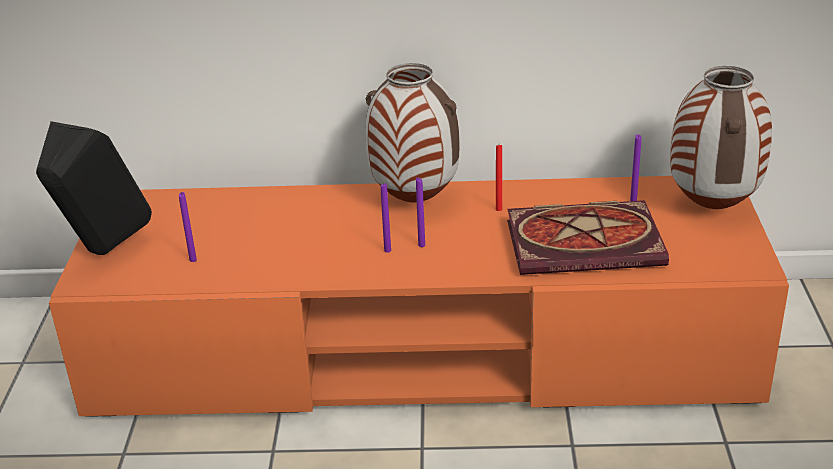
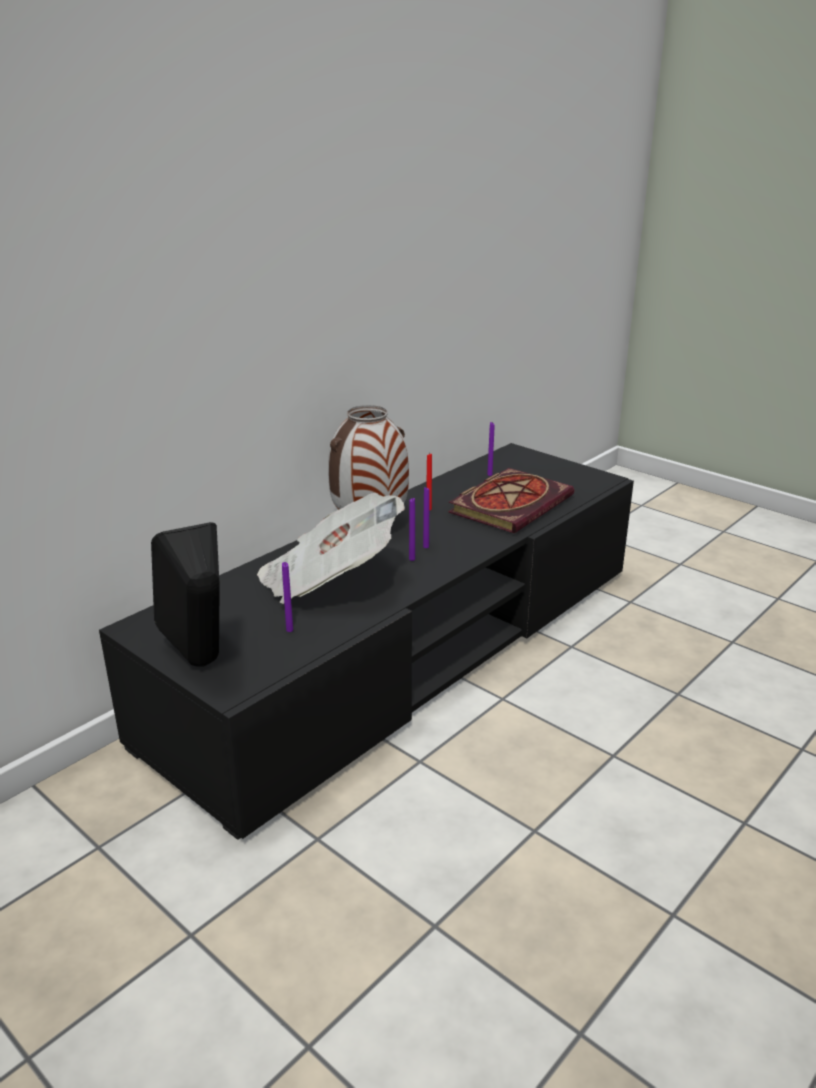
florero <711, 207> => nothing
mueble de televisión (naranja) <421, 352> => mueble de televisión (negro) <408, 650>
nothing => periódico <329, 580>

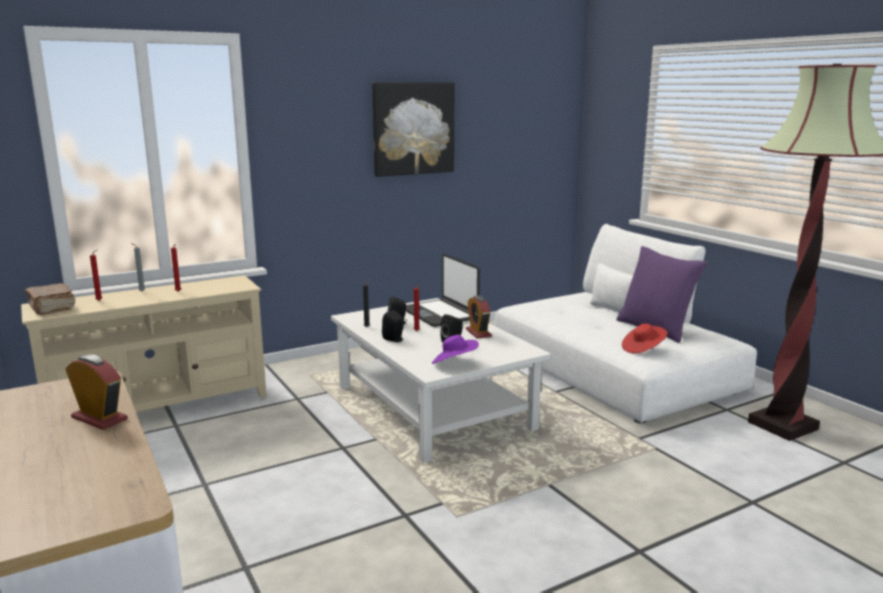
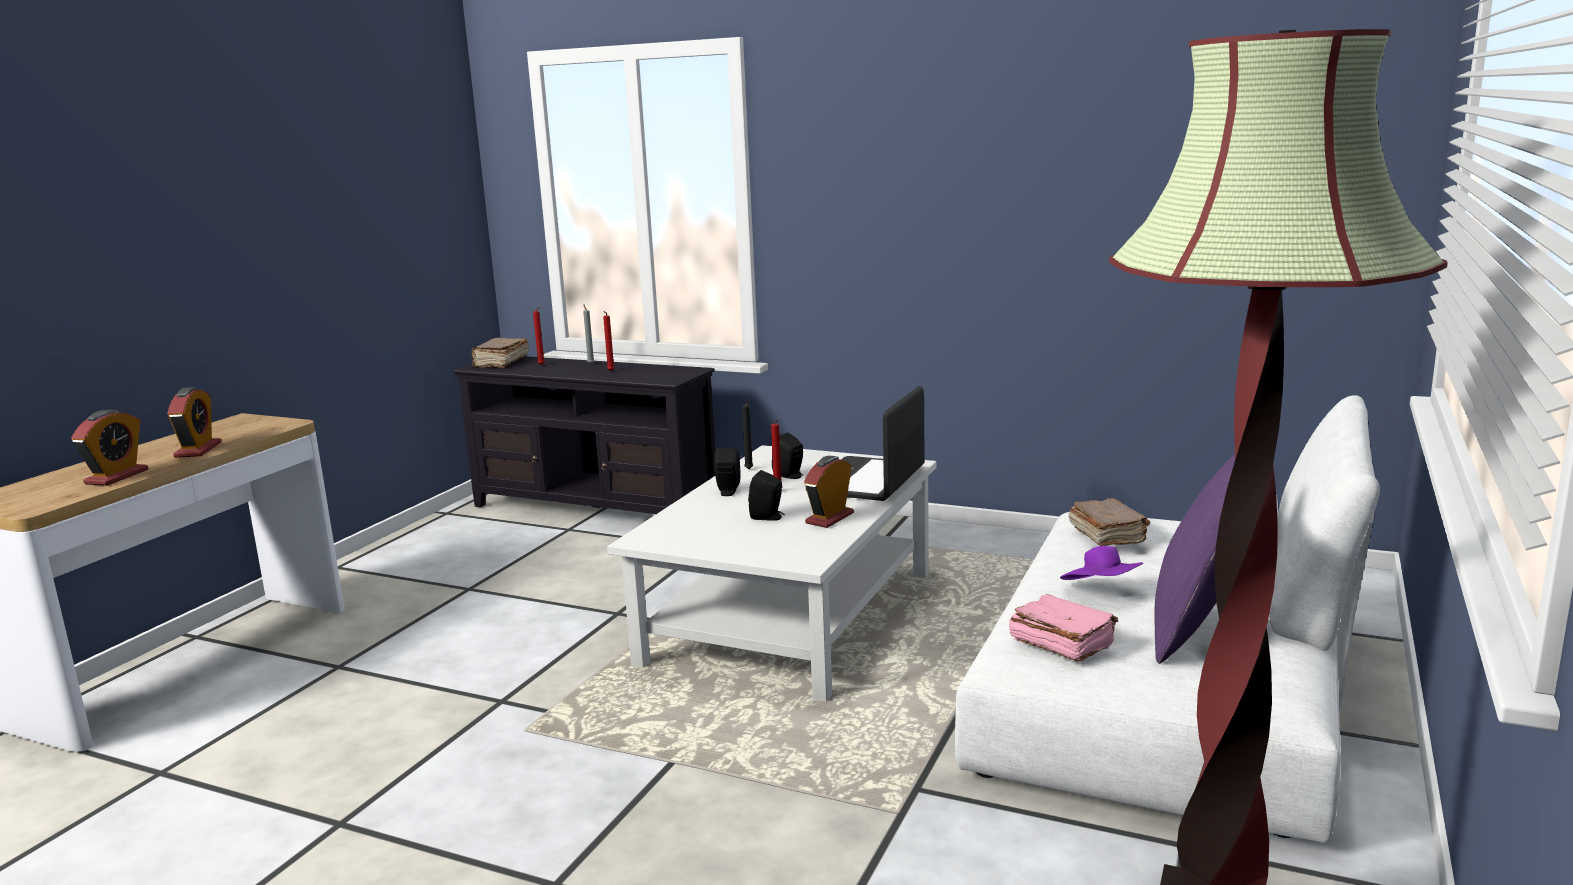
cuadro <413, 128> => nothing
mueble de televisión (beis) <159, 408> => mueble de televisión (negro) <595, 508>
sombrero (rojo) <643, 349> => libro (rosa) <1061, 643>
sombrero (morado) <454, 363> => sombrero (morado) <1102, 591>, shifted
nothing => despertador <117, 477>
nothing => libro (marrón) <1107, 535>

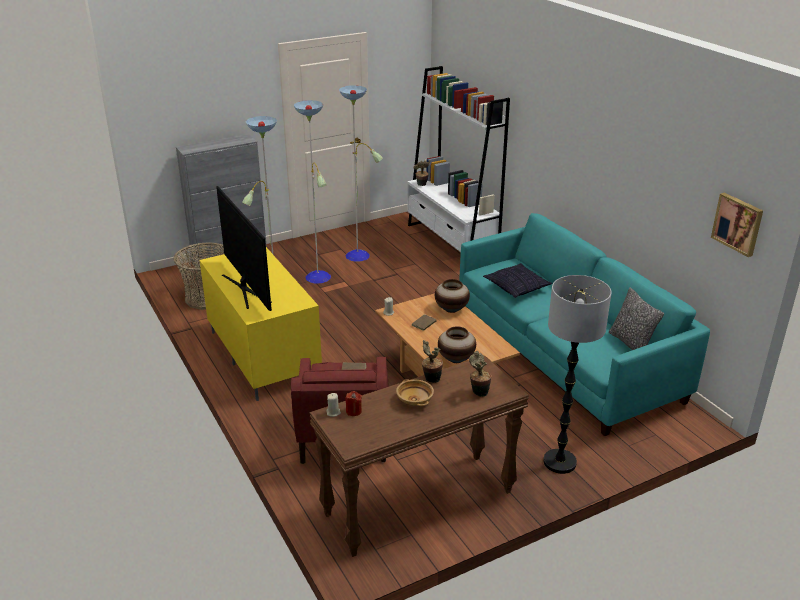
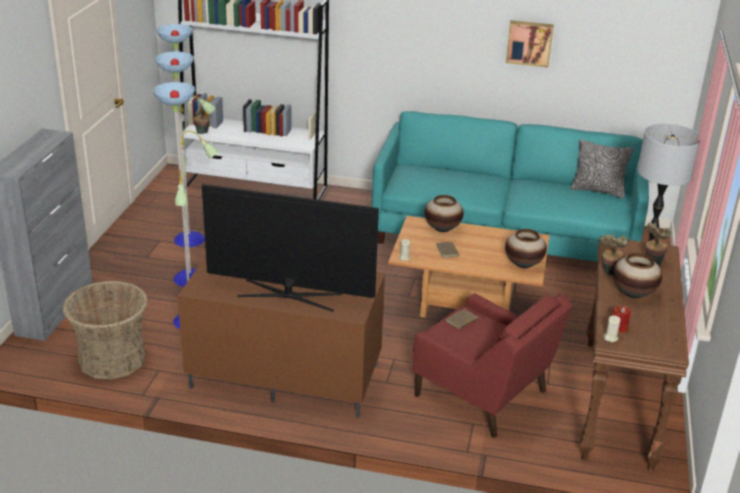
cuadro <738, 223> => cuadro <529, 43>, shifted
mueble de televisión (amarillo) <262, 355> => mueble de televisión (marrón) <283, 377>
cojín <517, 288> => nothing
cuenco (beis) <415, 400> => florero <633, 293>

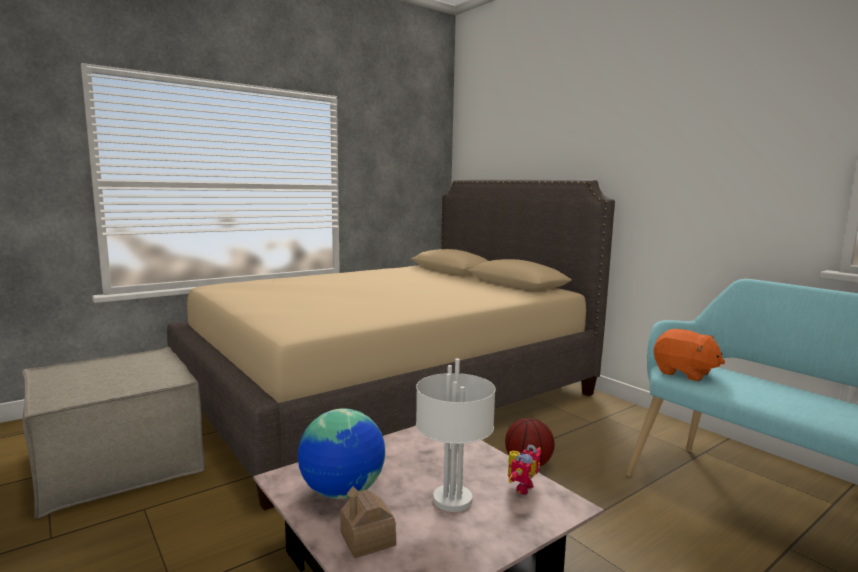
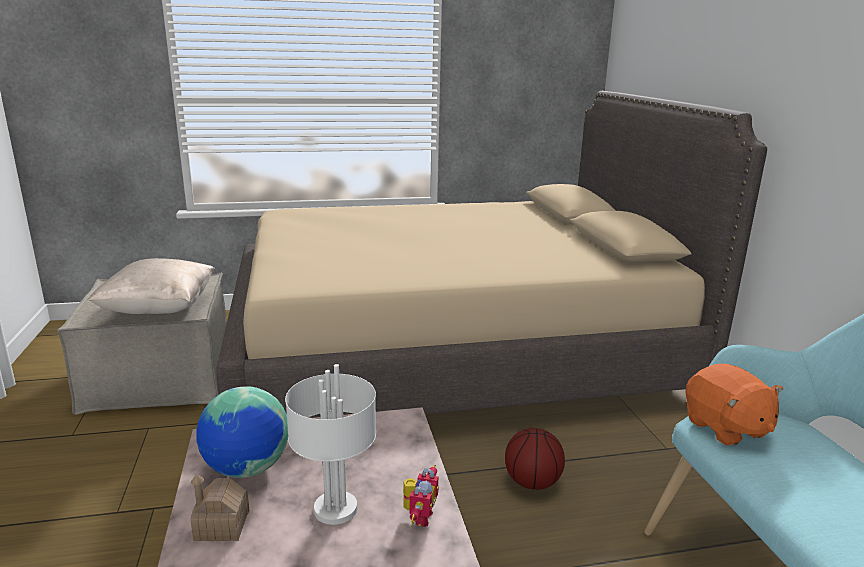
robot de juguete <520, 487> => robot de juguete <418, 516>, 45 degrees counterclockwise
nothing => cojín (beis) <159, 309>

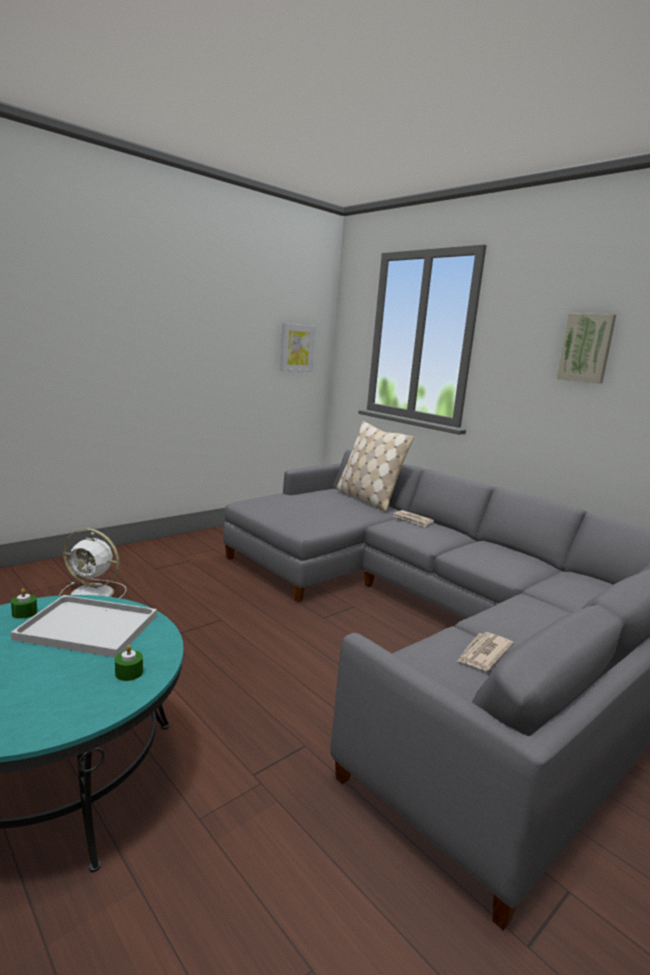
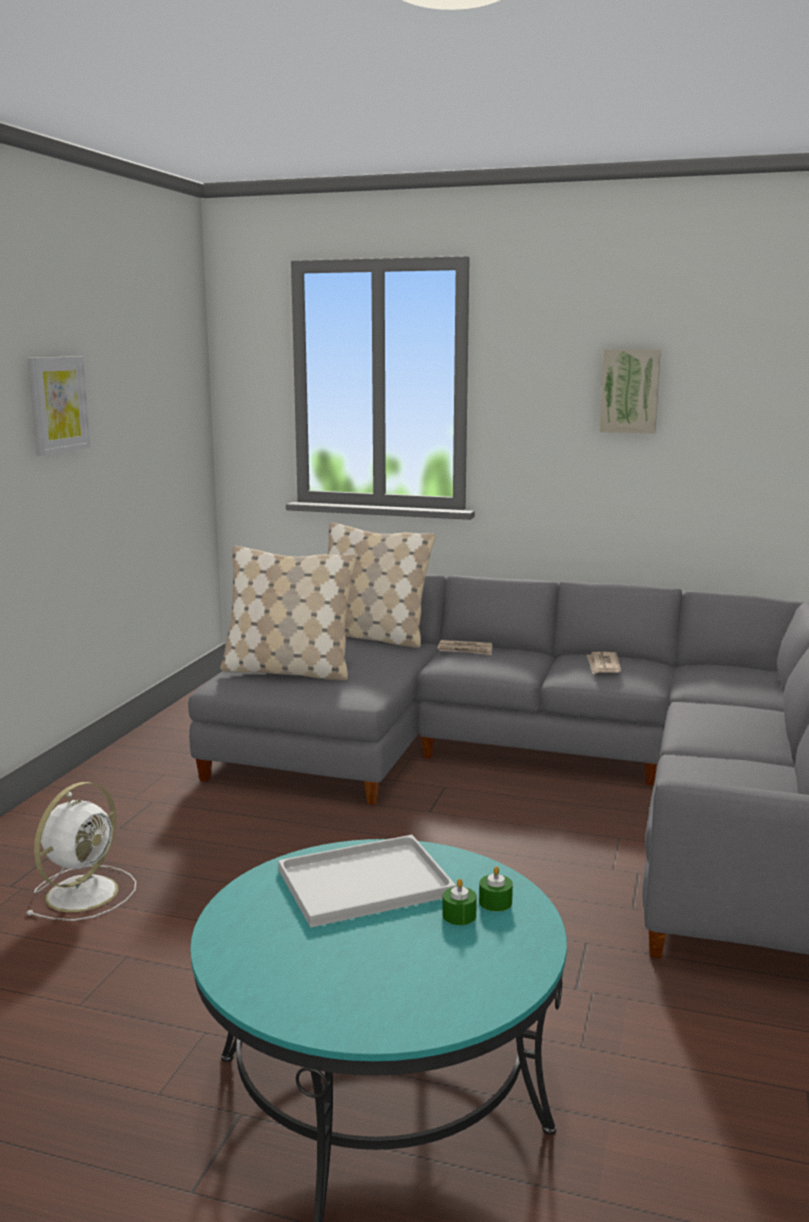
cuadro <296, 348> => cuadro <57, 404>, shifted
ventilador (blanco) <94, 594> => ventilador (blanco) <84, 892>, 45 degrees counterclockwise
vela (verde) <24, 613> => vela (verde) <459, 915>, shifted
periódico <483, 653> => periódico <603, 665>, shifted
nothing => cojín (beis) <288, 671>

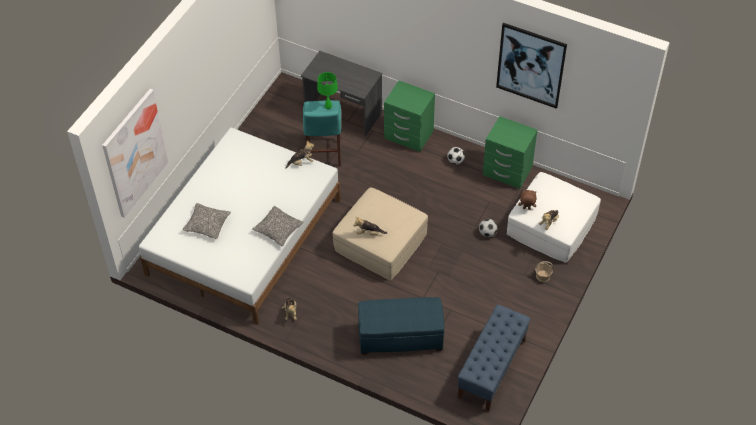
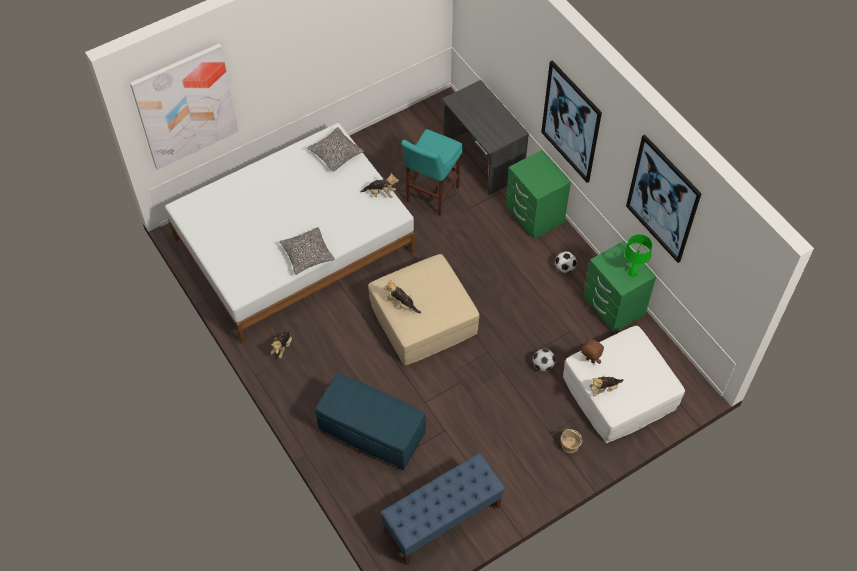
lámpara de mesa (verde) <328, 106> => lámpara de mesa (verde) <633, 272>, shifted
cojín <207, 224> => cojín <336, 153>, shifted
nothing => cuadro <571, 122>

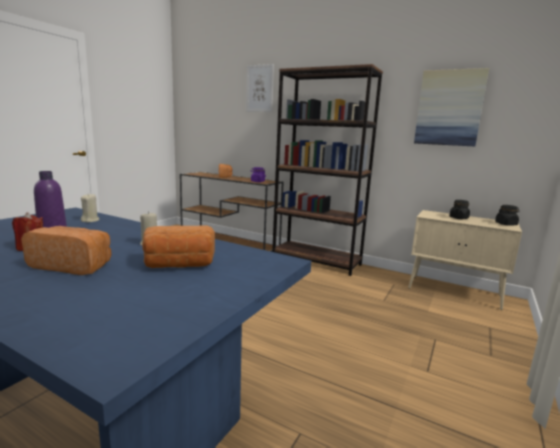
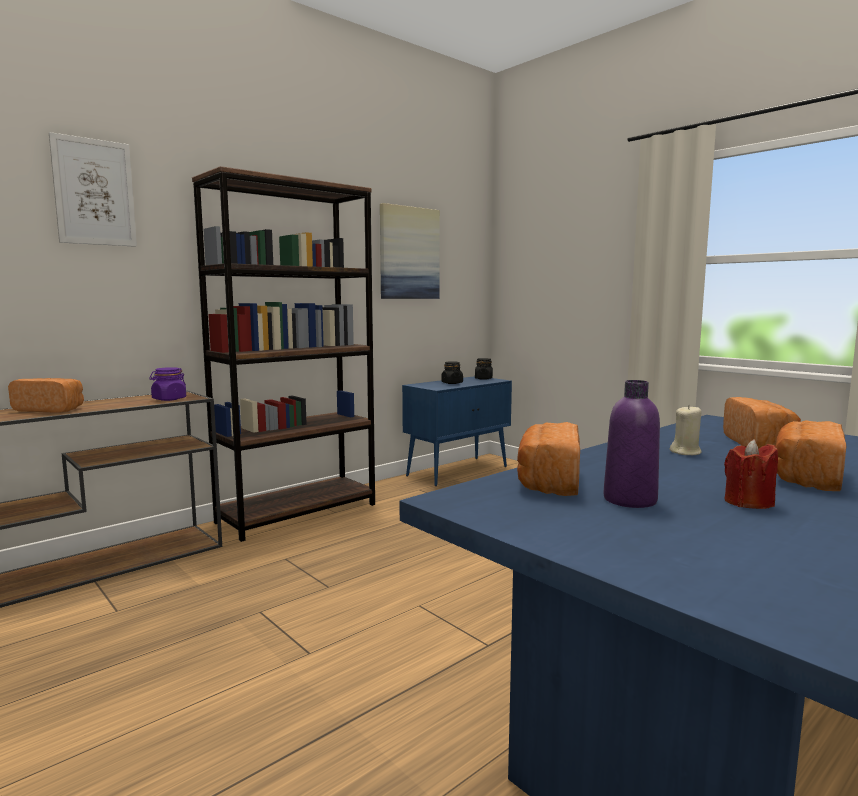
vela (beis) <90, 220> => pan <547, 482>
armario (beis) <455, 292> => armario (azul) <458, 471>

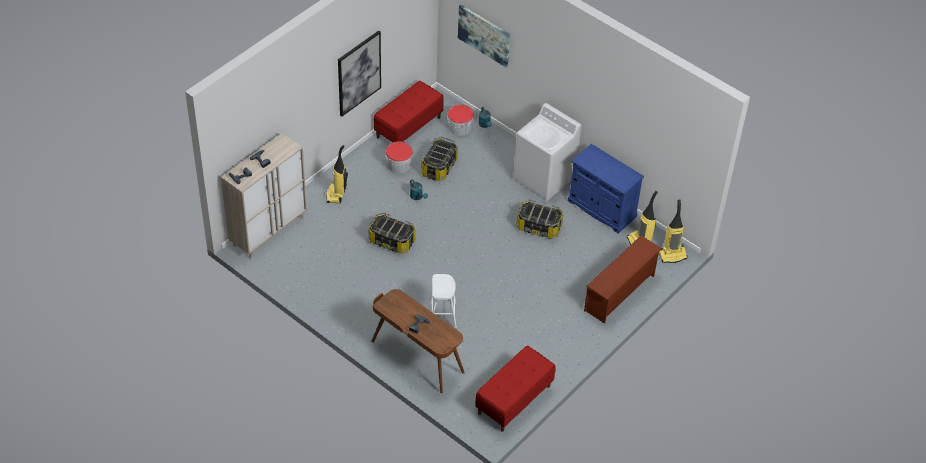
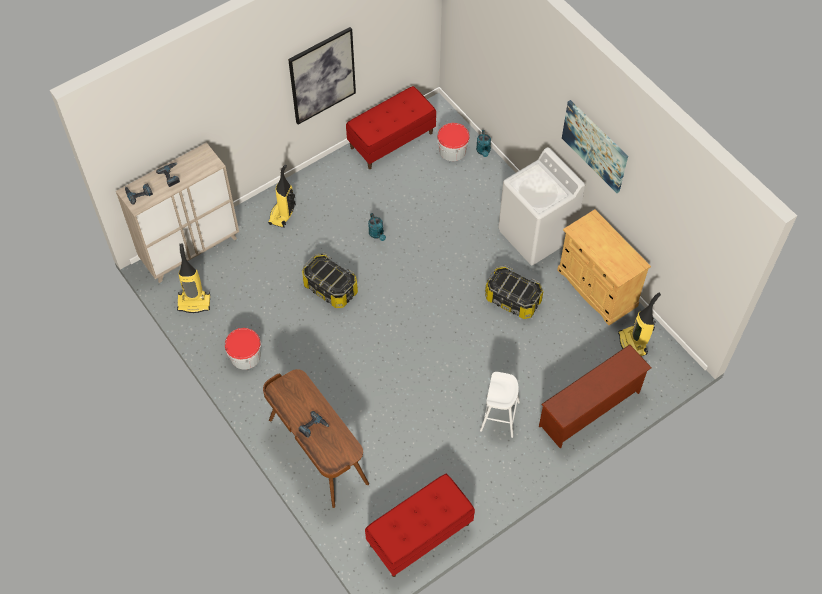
cuadro <484, 35> => cuadro <595, 146>, shifted
caja de almacenaje <439, 167> => nothing
cubo <399, 165> => cubo <245, 355>, shifted
armario (azul) <601, 209> => armario (beis) <596, 288>
aspiradora <672, 255> => aspiradora <194, 302>, shifted
taburete (blanco) <442, 315> => taburete (blanco) <499, 416>, shifted

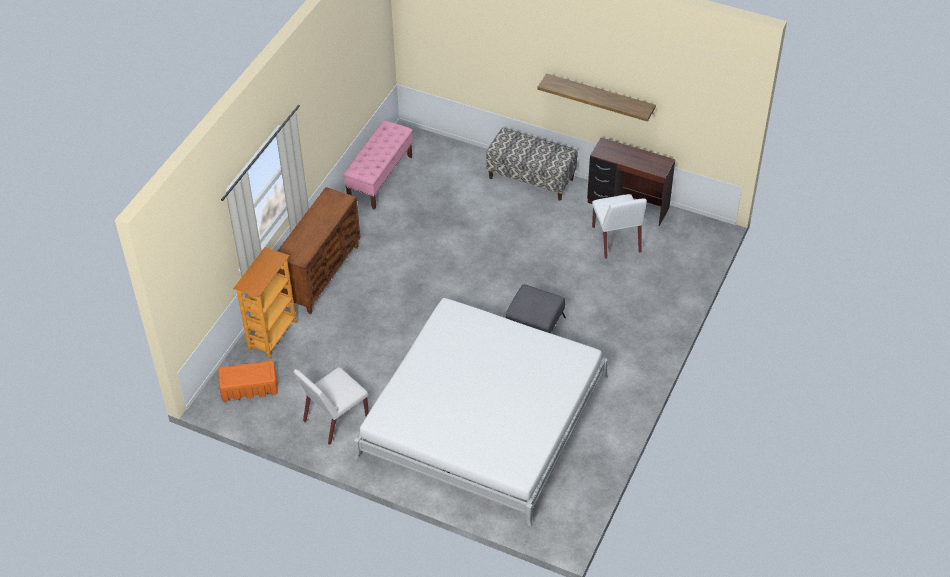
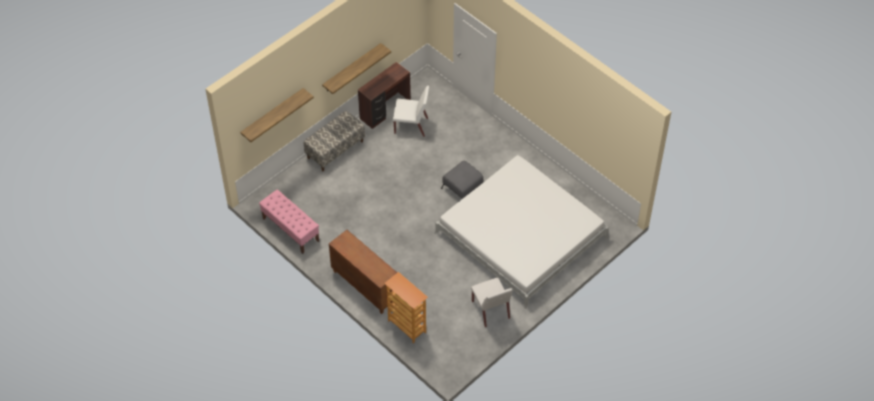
caja de almacenaje (naranja) <249, 388> => nothing
nothing => estante <272, 114>

